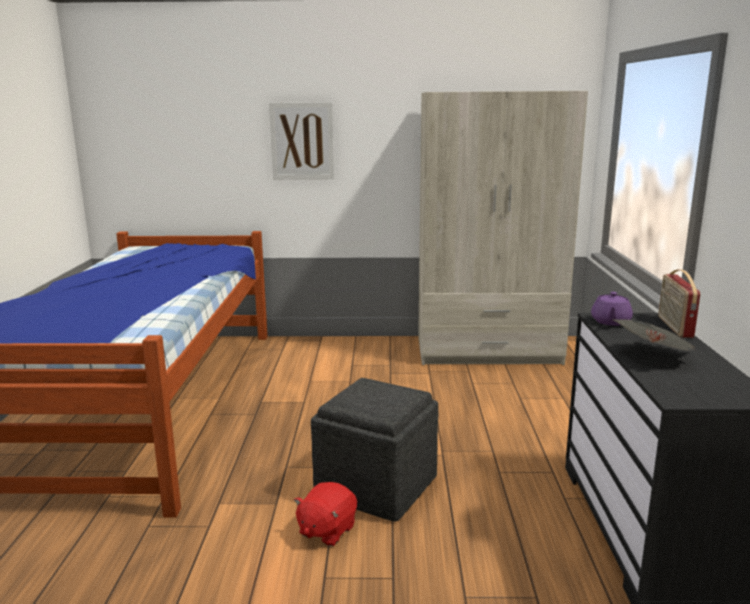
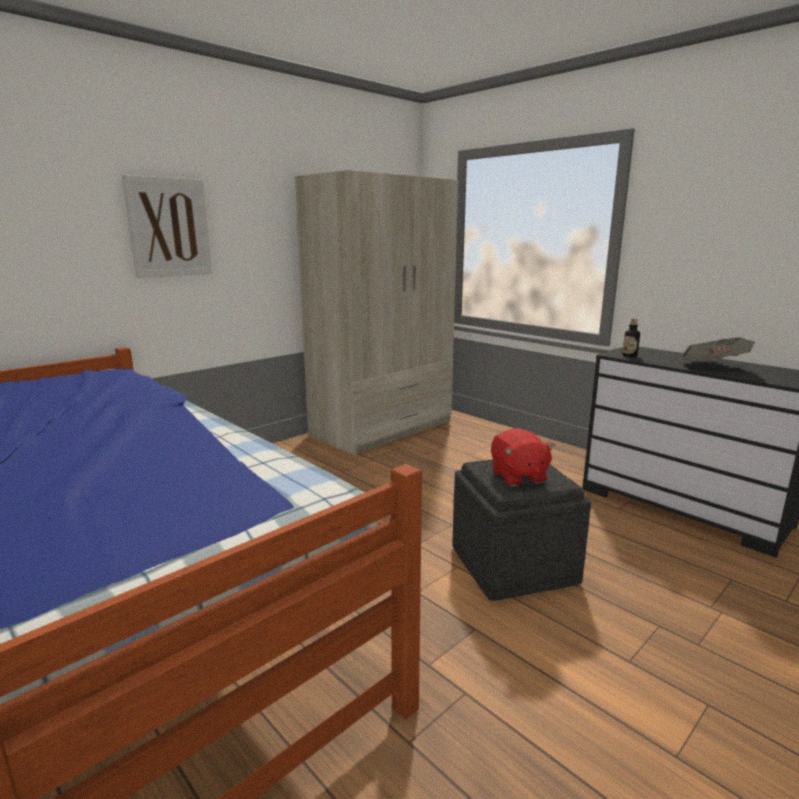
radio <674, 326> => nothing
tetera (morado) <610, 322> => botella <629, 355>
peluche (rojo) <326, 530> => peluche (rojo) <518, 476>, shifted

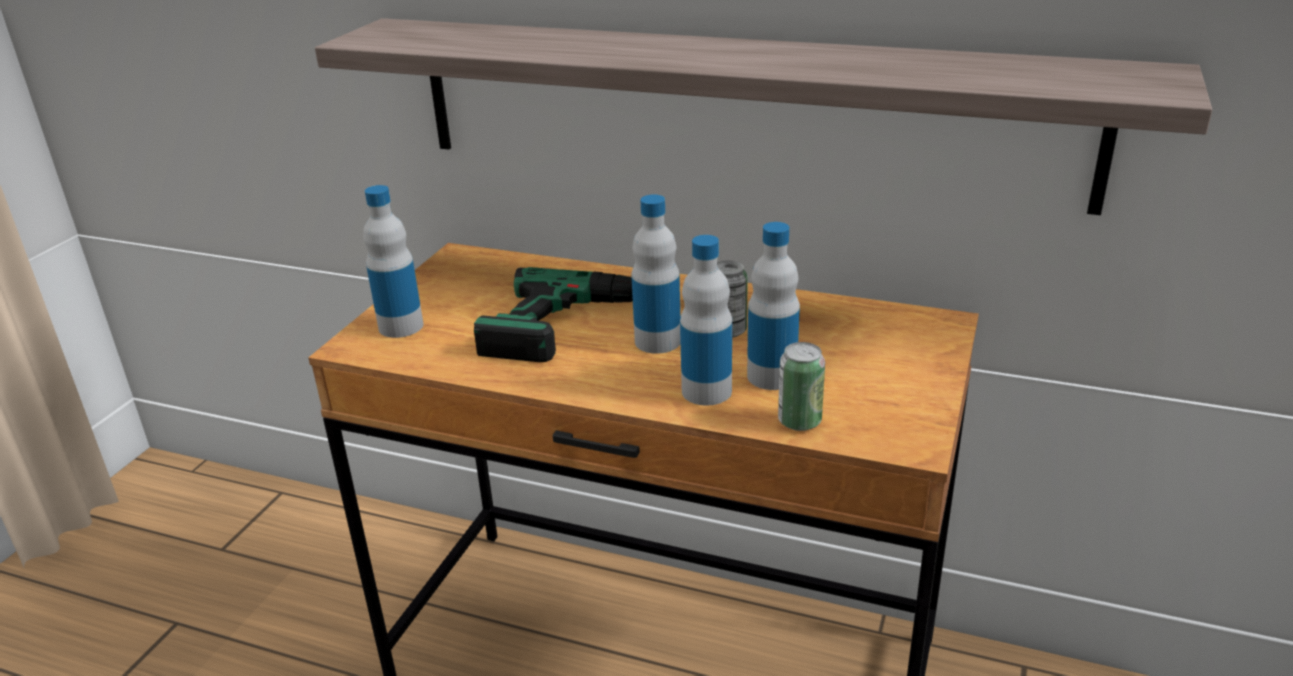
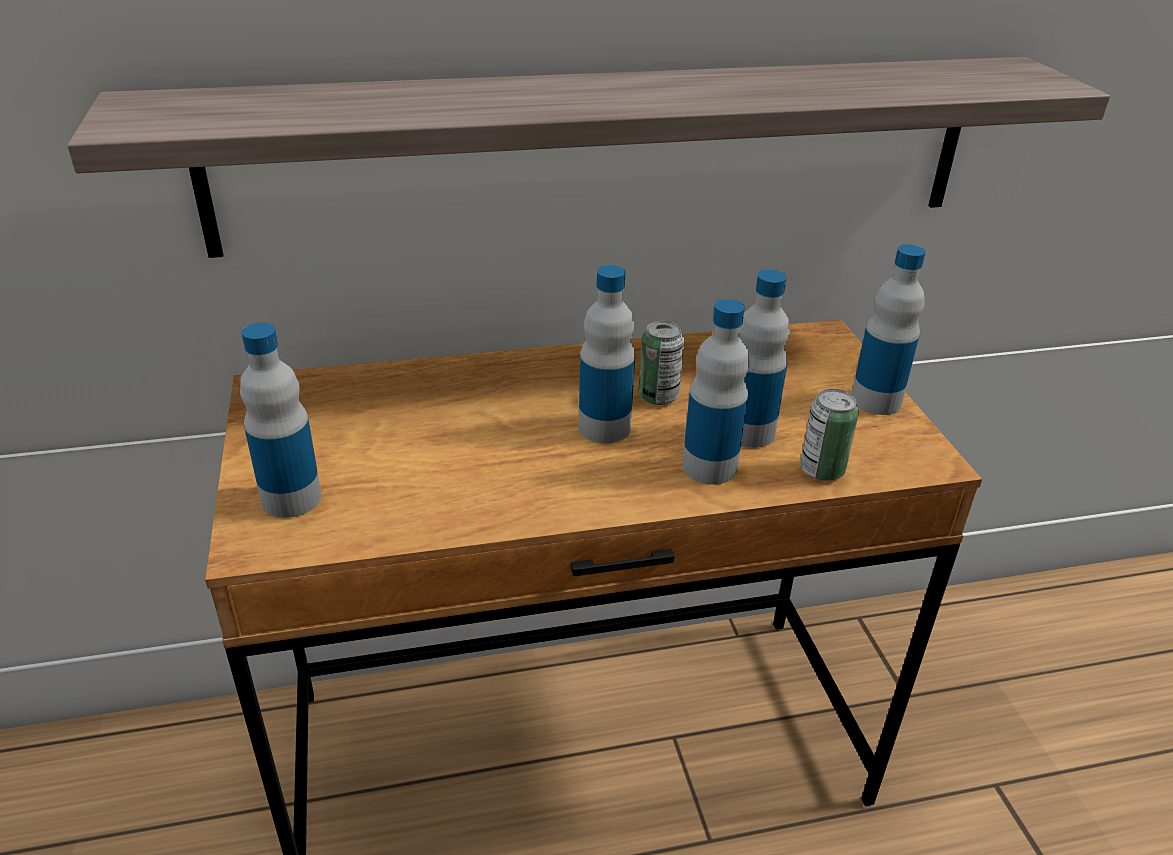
taladro <580, 326> => nothing
nothing => botella <876, 400>

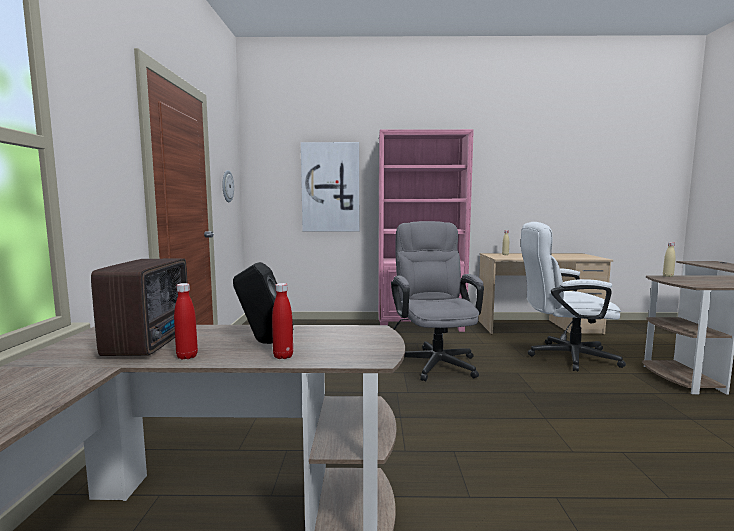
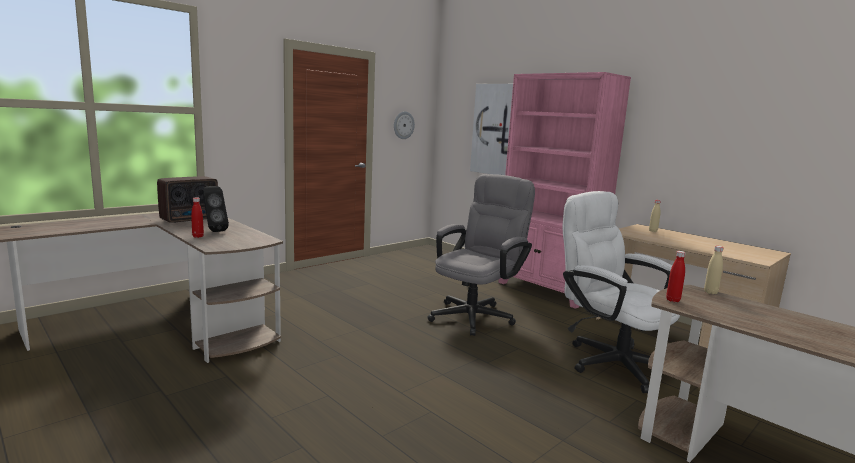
botella (rojo) <187, 356> => botella (rojo) <673, 300>, shifted

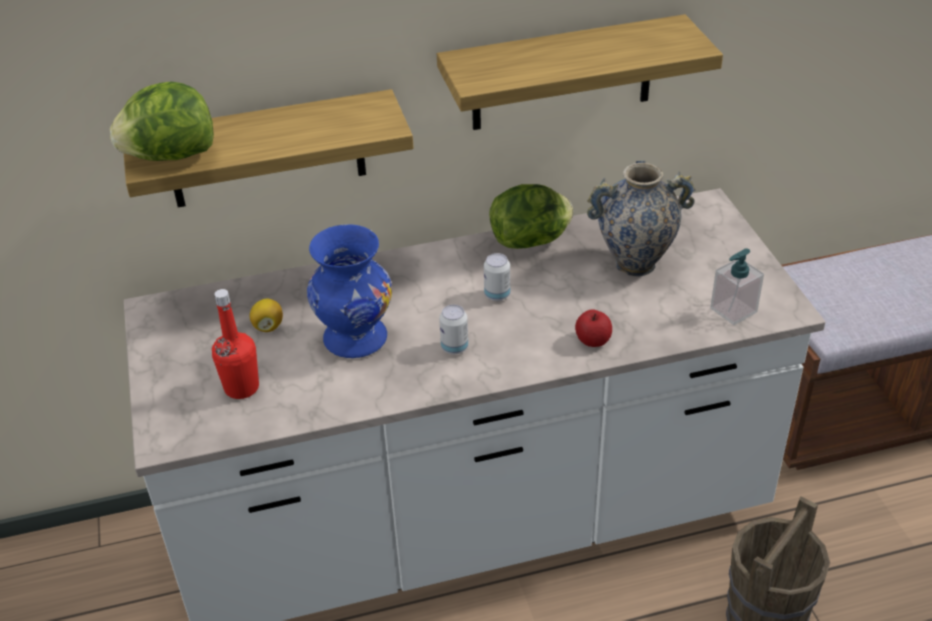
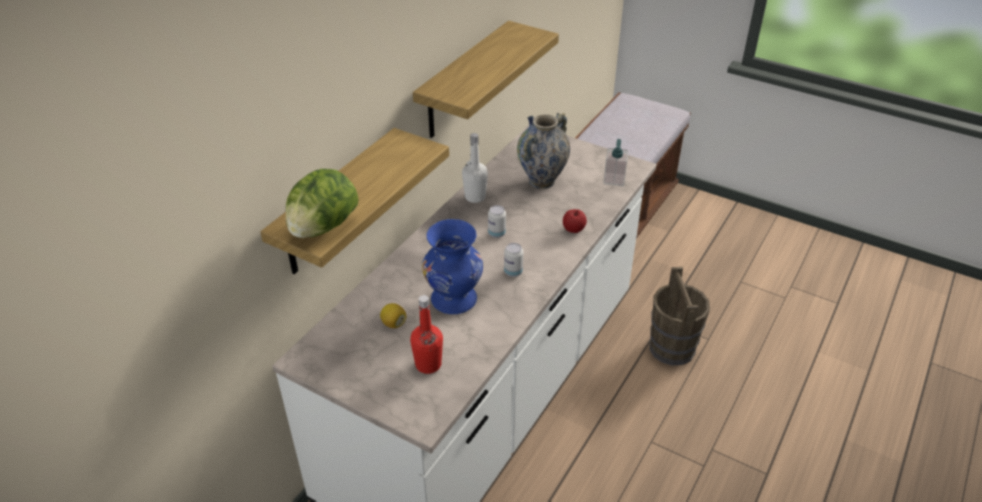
lechuga <531, 241> => botella (blanco) <475, 197>

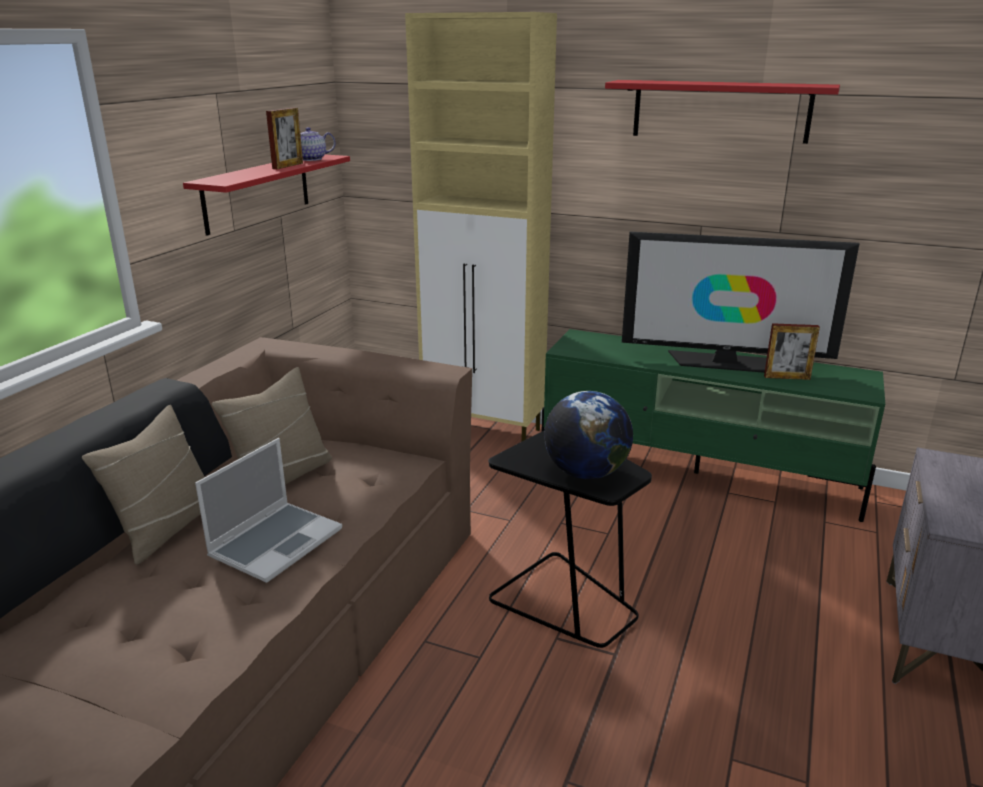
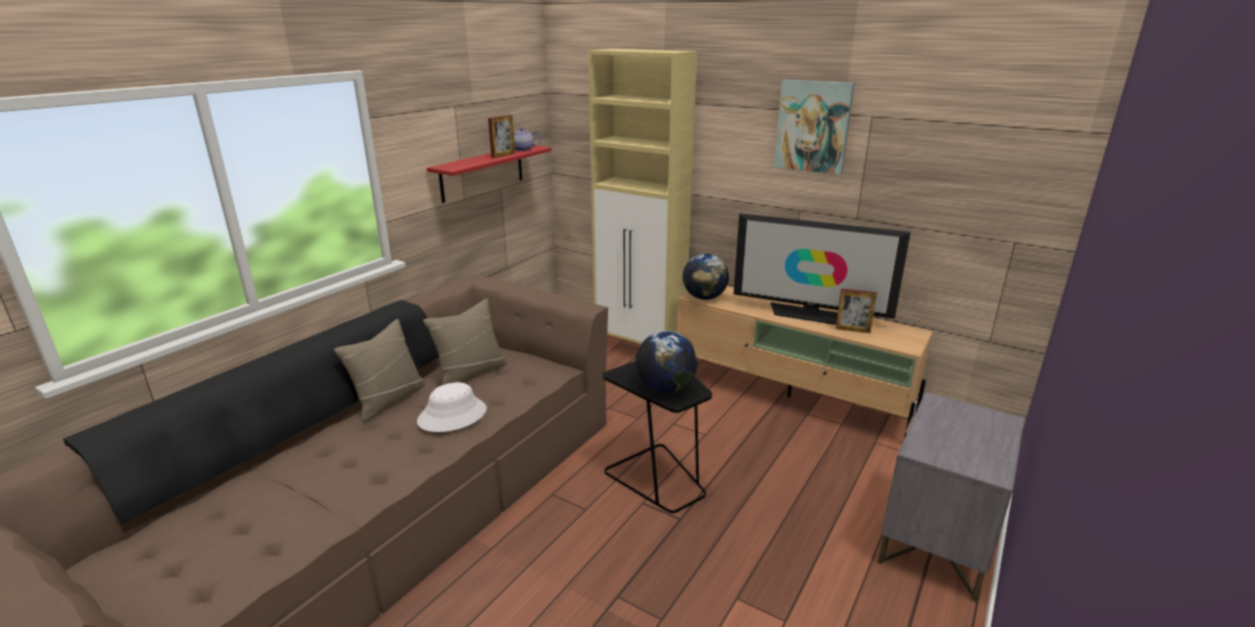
estante (rojo) <720, 111> => cuadro <813, 126>
mueble de televisión (verde) <698, 473> => mueble de televisión (beis) <790, 397>
portátil <276, 542> => sombrero (blanco) <452, 415>
nothing => globo terráqueo <704, 297>

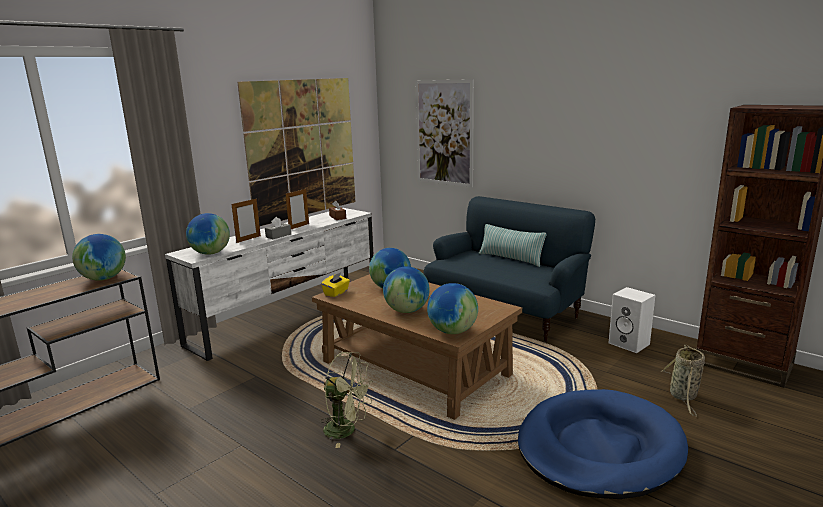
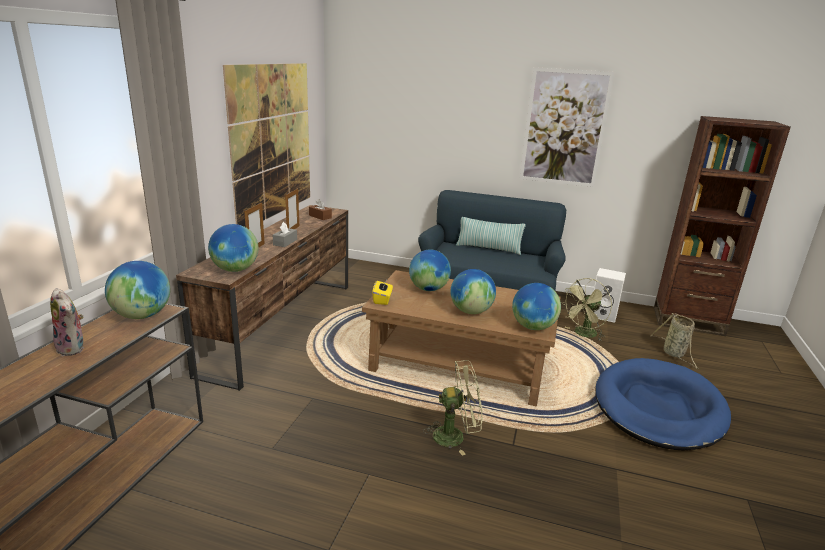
cuadro <444, 133> => cuadro <564, 128>, shifted
mueble de televisión (blanco) <289, 315> => mueble de televisión (marrón) <283, 325>
nothing => ventilador (verde) <583, 334>
nothing => peluche <73, 348>

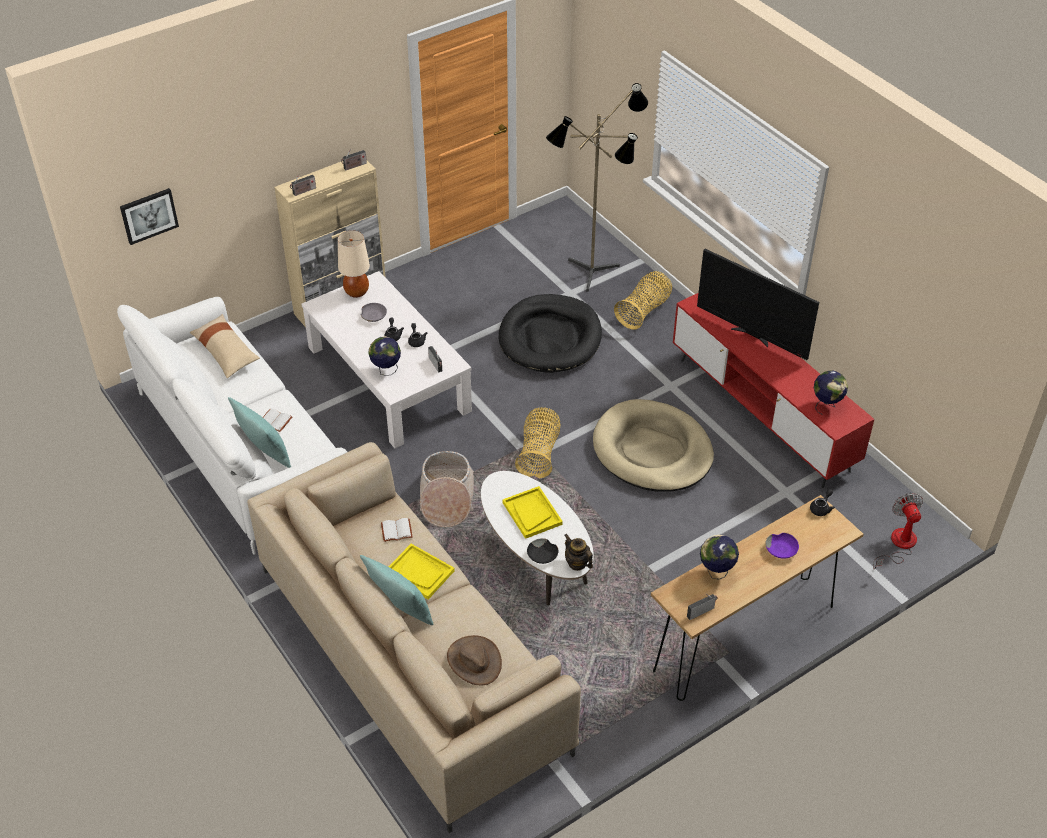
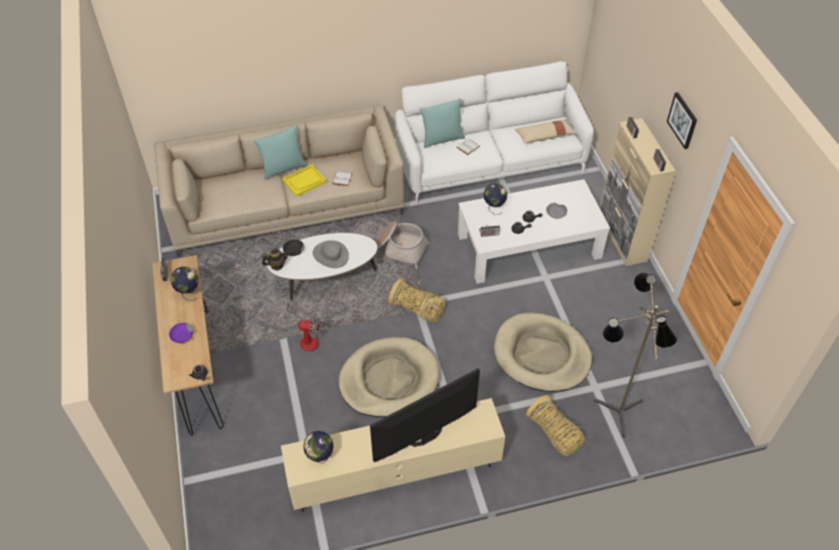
cuadro <149, 215> => cuadro <683, 120>, shifted
lámpara de mesa (beis) <356, 292> => nothing
mueble de televisión (rojo) <761, 414> => mueble de televisión (beis) <394, 473>
cama para perro (negro) <550, 337> => cama para perro (beis) <541, 355>
bandeja (amarillo) <532, 513> => sombrero (gris) <330, 255>
ventilador <898, 545> => ventilador <306, 338>, shifted
sombrero (marrón) <474, 661> => nothing

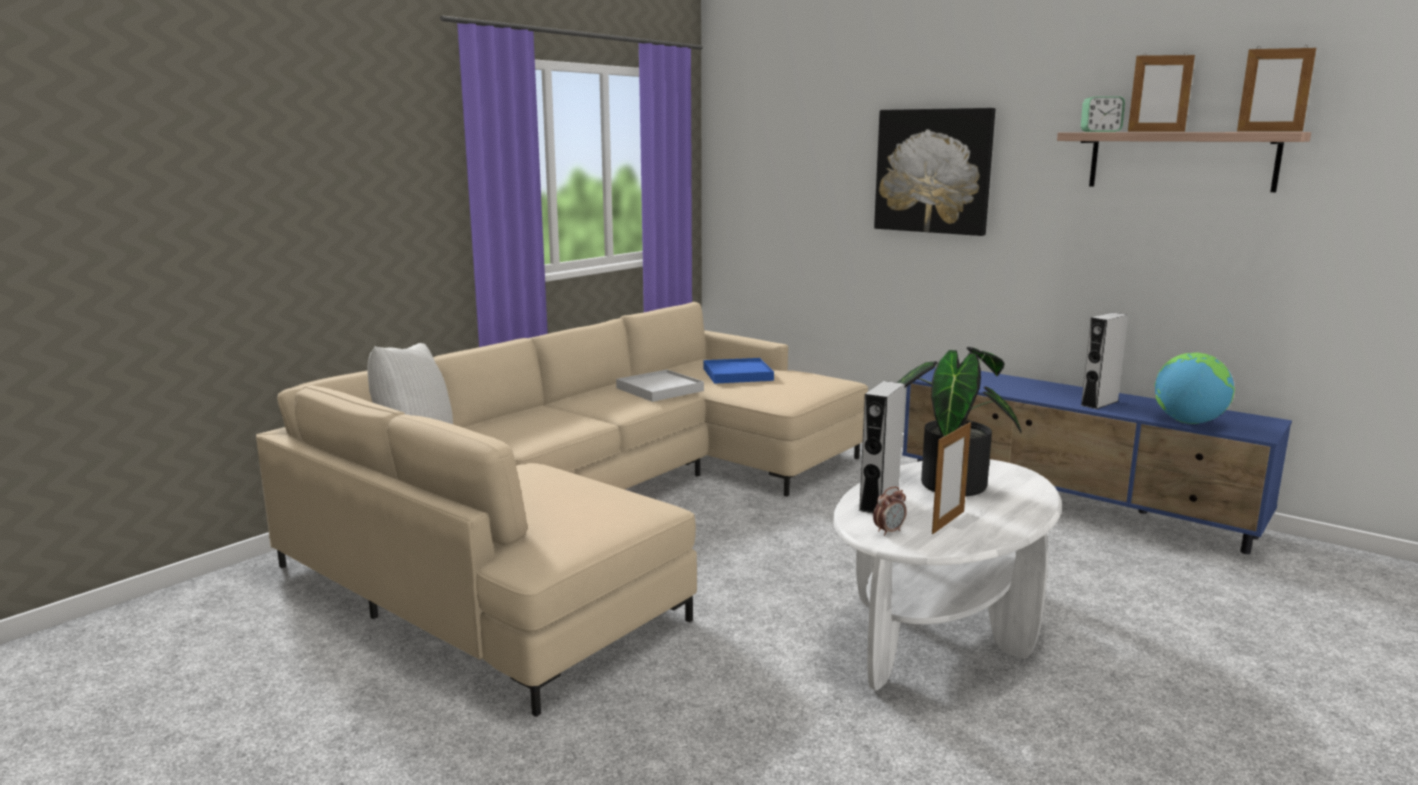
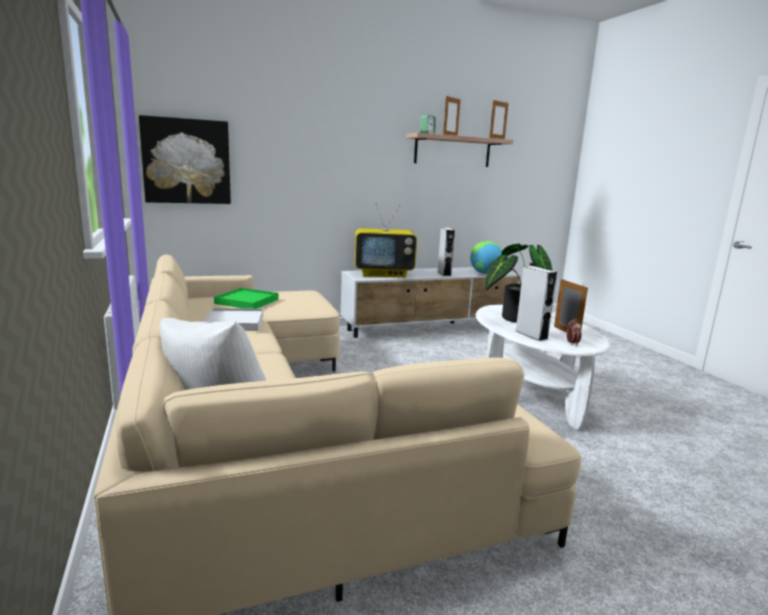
cuadro <933, 171> => cuadro <186, 161>, shifted
bandeja (azul) <738, 374> => bandeja (verde) <247, 301>
mueble de televisión (azul) <1074, 504> => mueble de televisión (blanco) <430, 328>
nothing => televisor <384, 274>

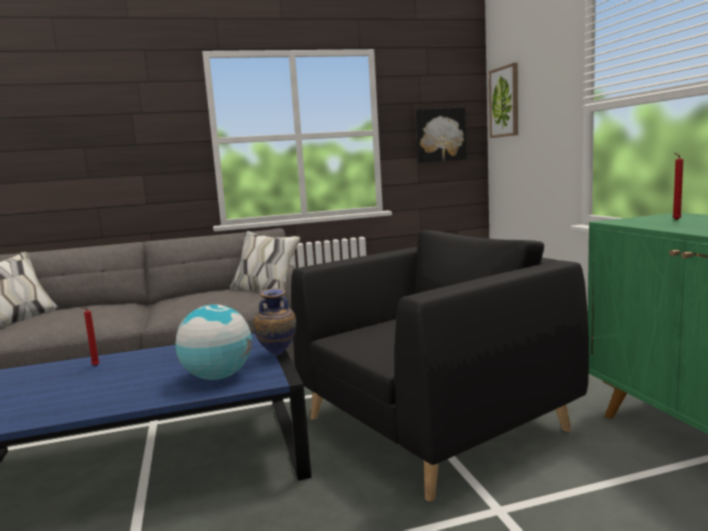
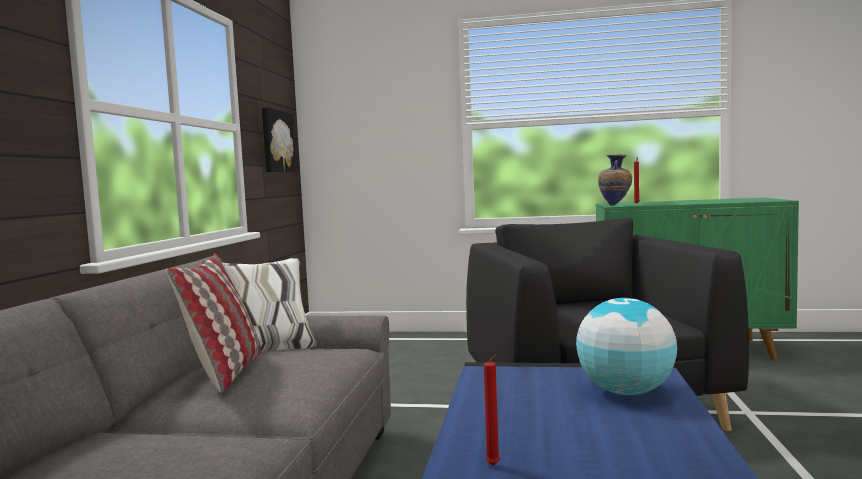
cuadro <504, 102> => nothing
florero <277, 356> => florero <615, 205>, shifted
nothing => cojín <226, 372>

